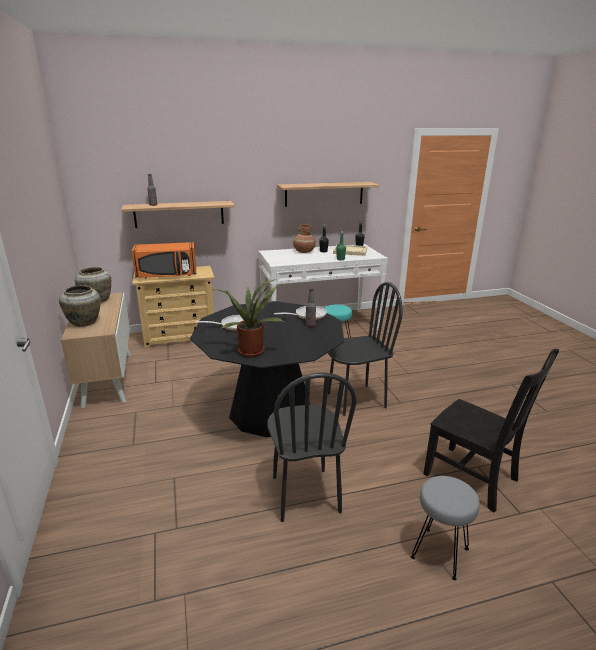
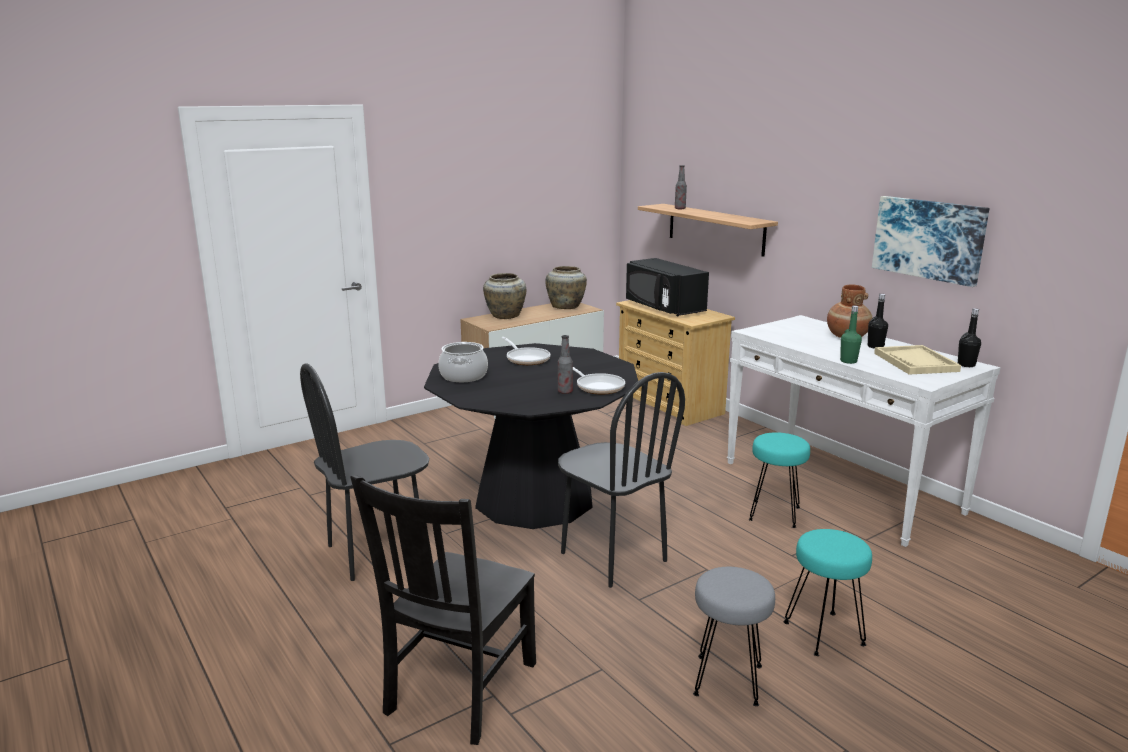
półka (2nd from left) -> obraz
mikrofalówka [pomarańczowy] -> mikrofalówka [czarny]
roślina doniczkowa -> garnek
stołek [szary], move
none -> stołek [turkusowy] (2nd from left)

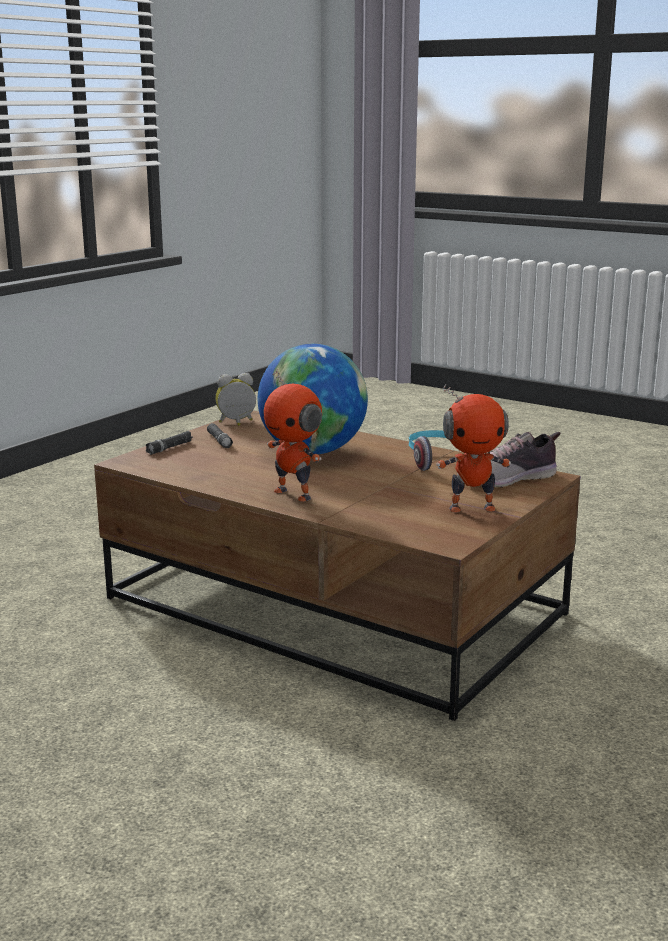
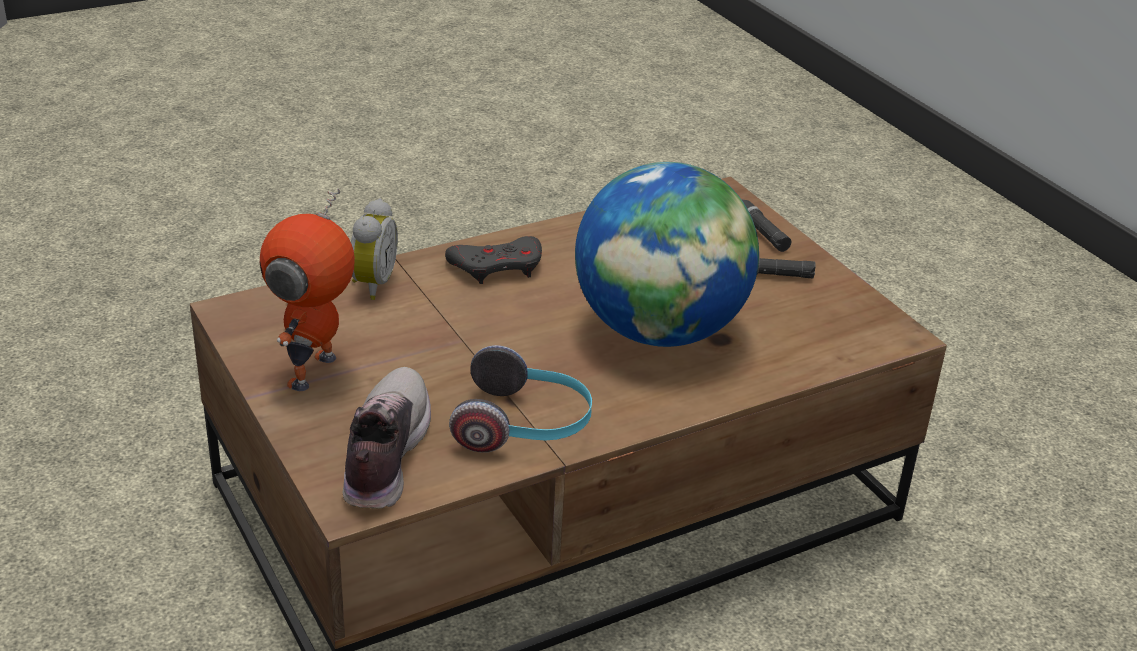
robot zabawkowy (1st from left) -> pad do gier [szary]
budzik, move

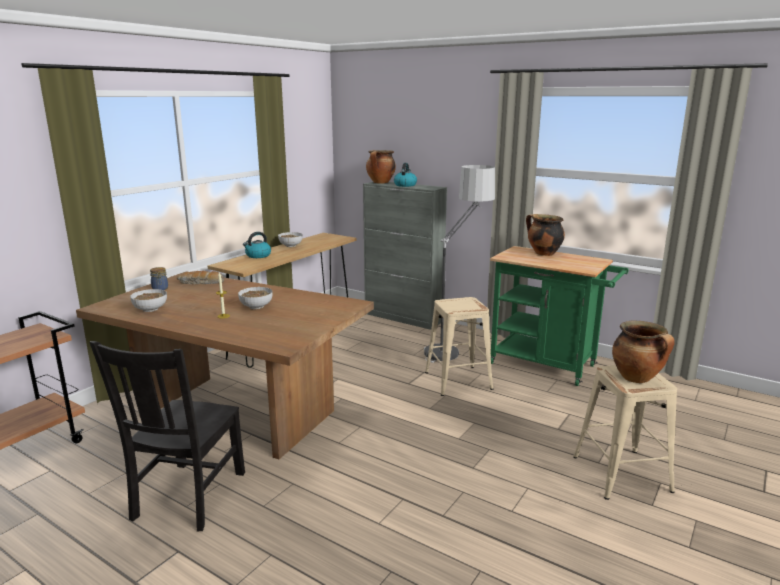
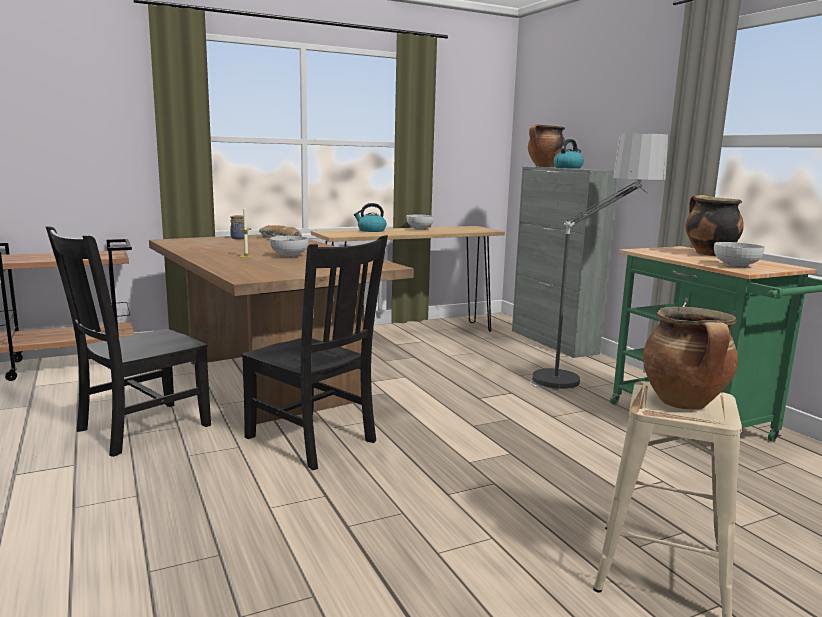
miska (1st from left in the first image) -> miska (3rd from left), move
stołek [beżowy] (1st from left) -> none
none -> krzesło [czarny] (2nd from left)

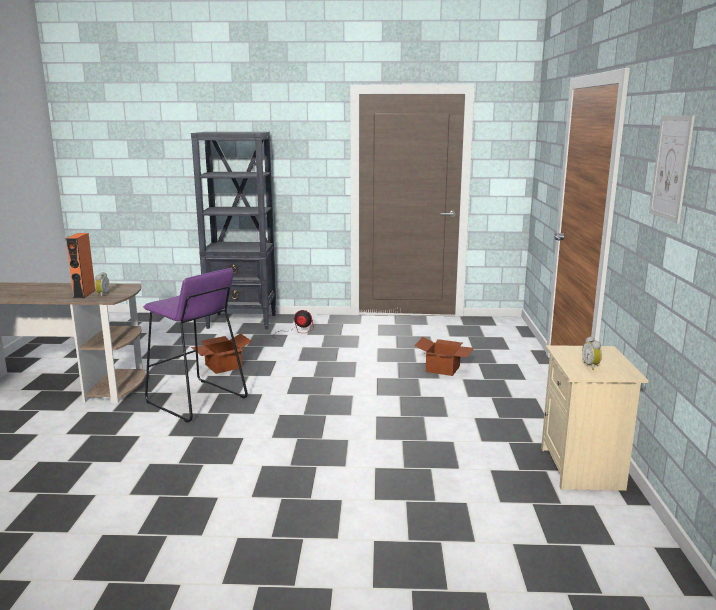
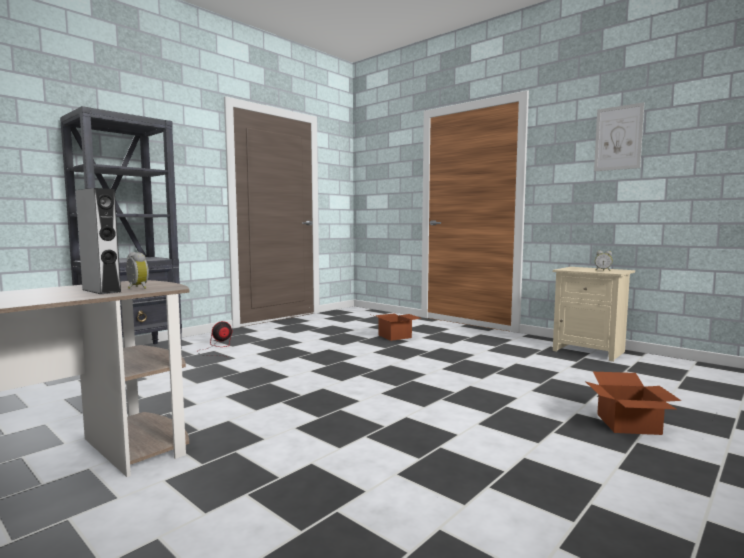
głośnik [pomarańczowy] -> głośnik [szary]
stołek [fioletowy] -> none
karton (1st from left in the first image) -> karton (2nd from left), move

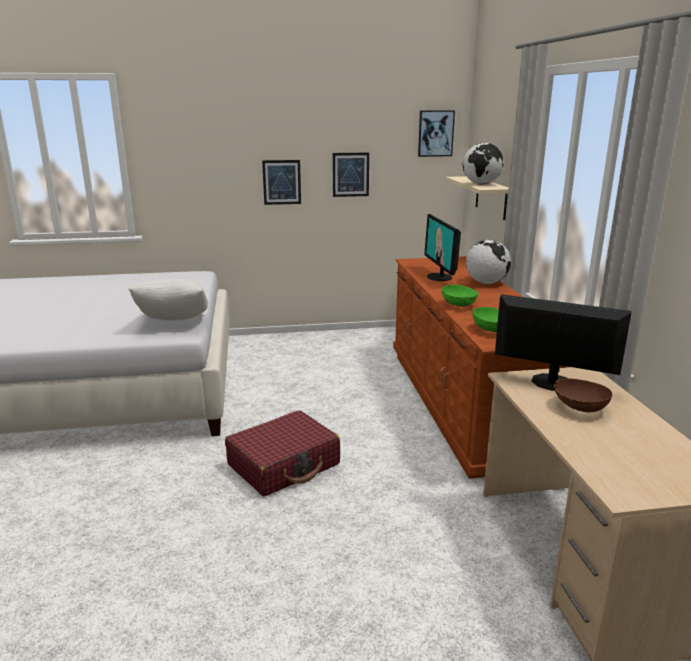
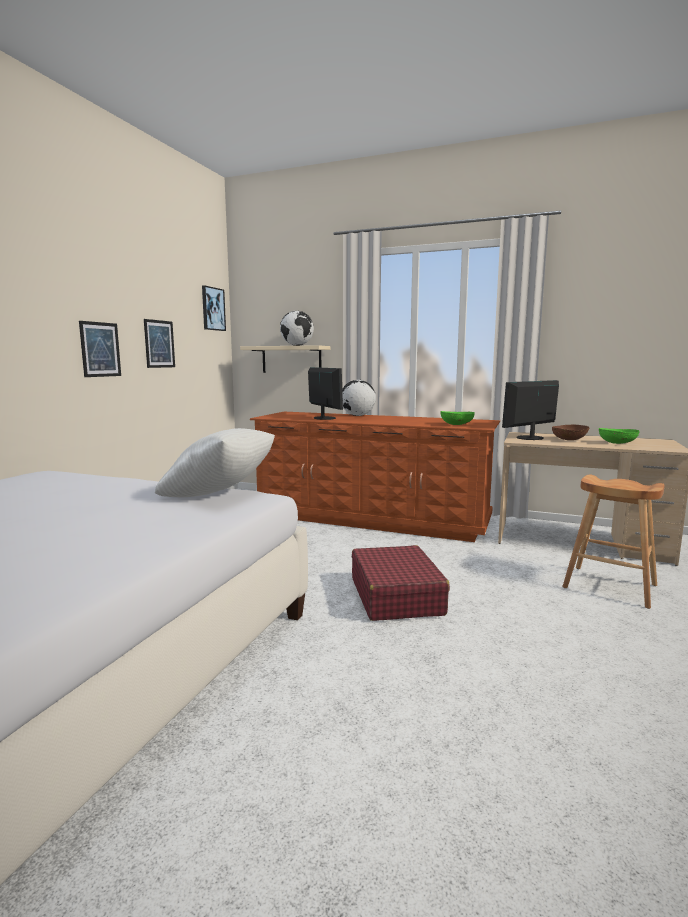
monitor (1st from left), 135 degrees counterclockwise
miska [zielony] (1st from left in the first image) -> miska [zielony] (2nd from left), move
none -> stołek [brązowy]

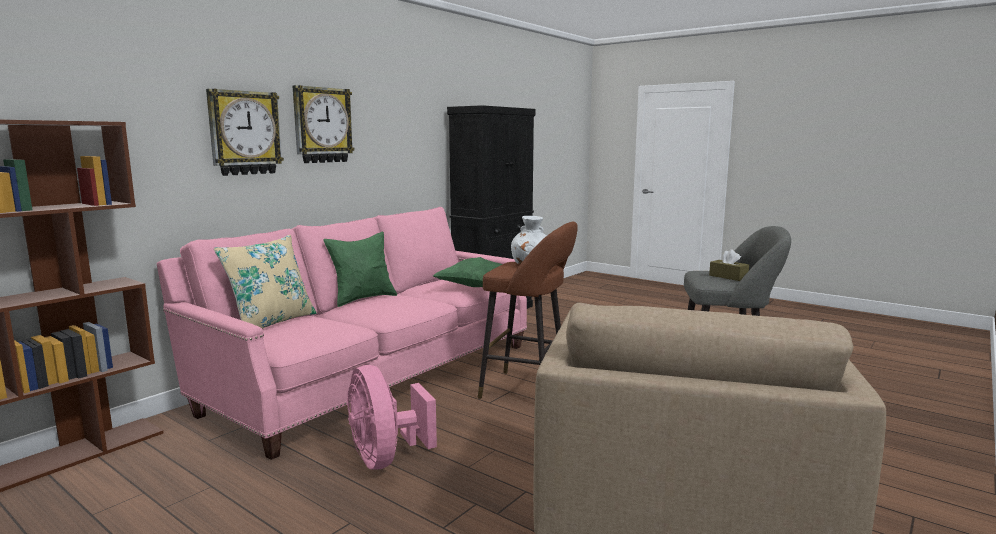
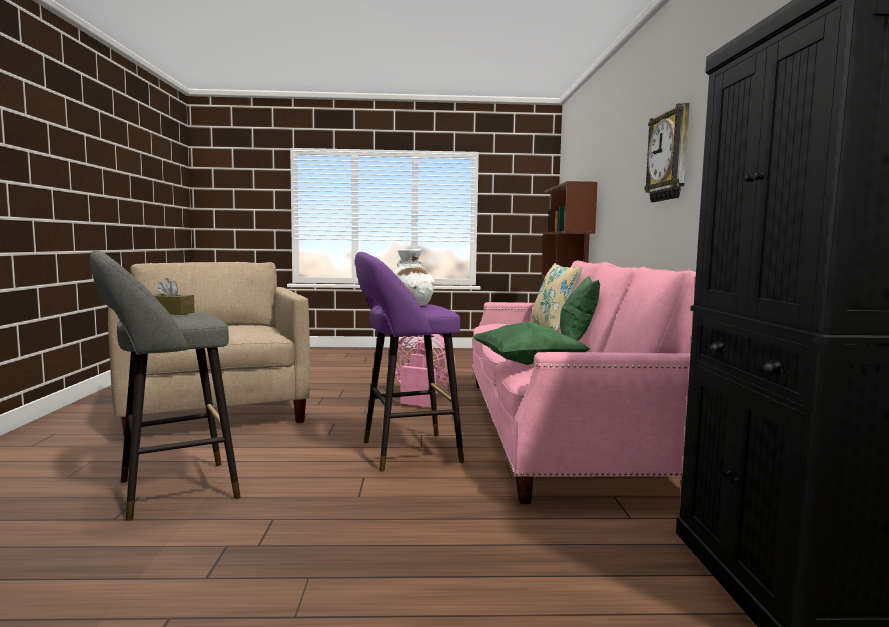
zegar ścienny (1st from left) -> none
stołek [brązowy] -> stołek [fioletowy]

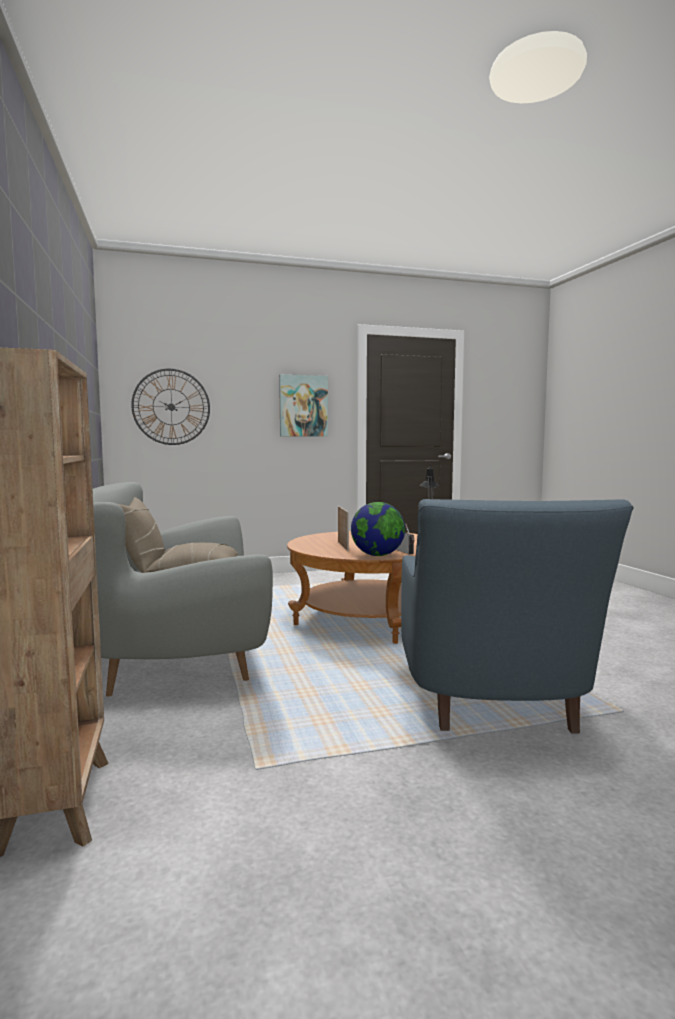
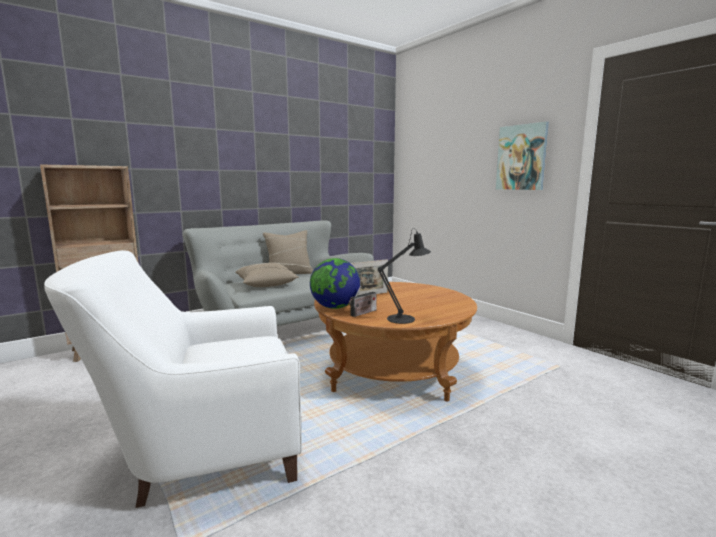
zegar ścienny -> none
fotel [niebieski] -> fotel [biały]

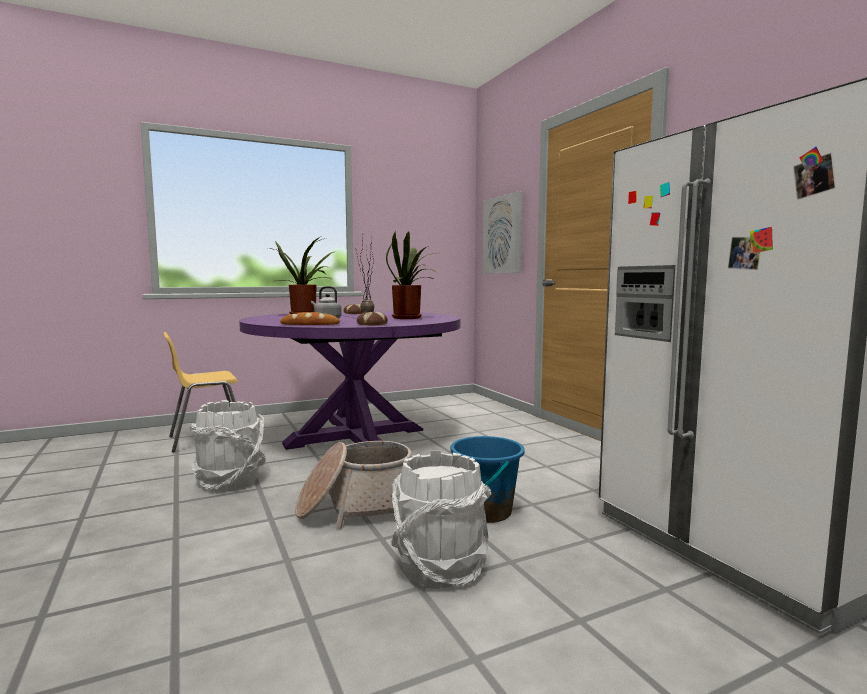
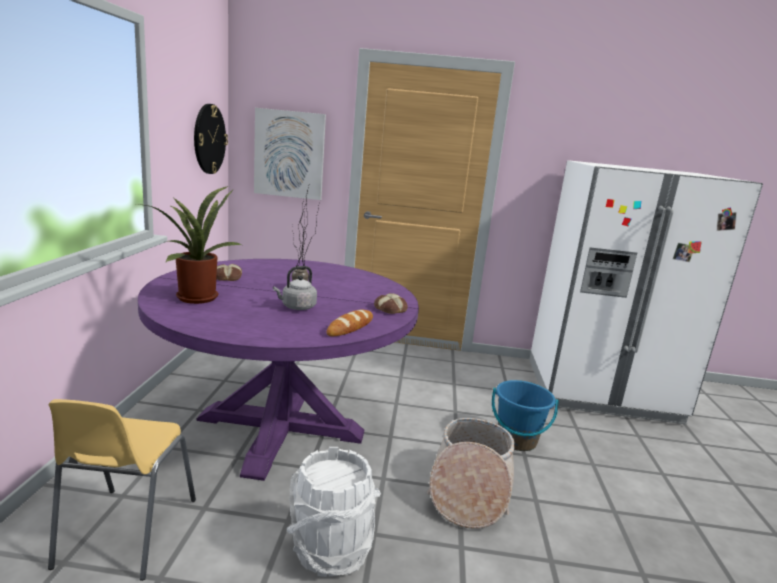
roślina doniczkowa (3rd from left) -> none
wiadro [biały] (2nd from left) -> none
none -> zegar ścienny

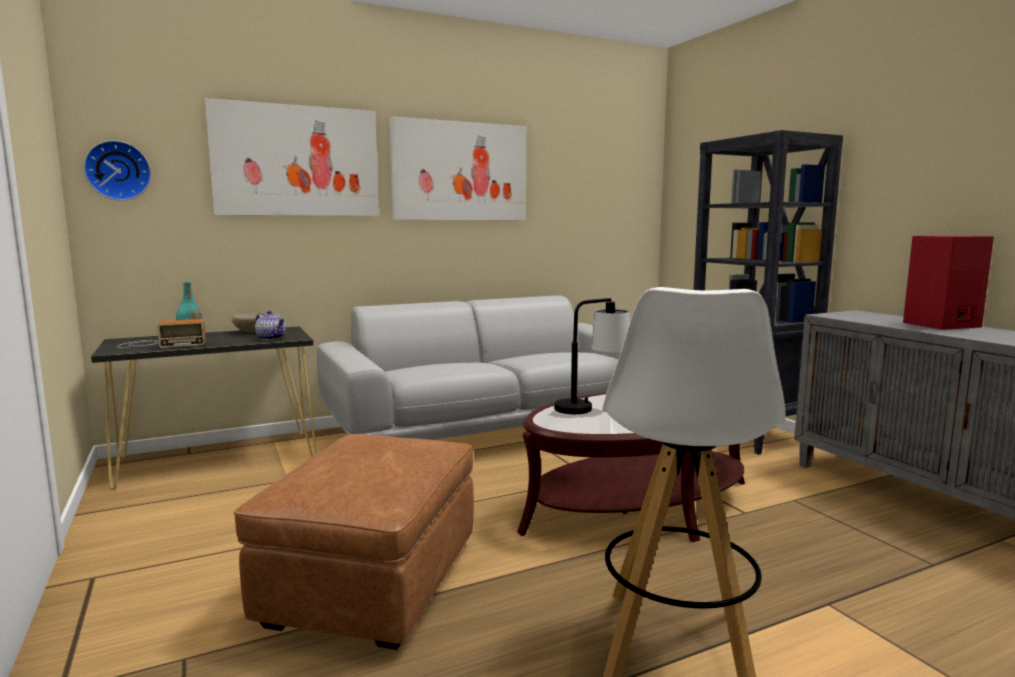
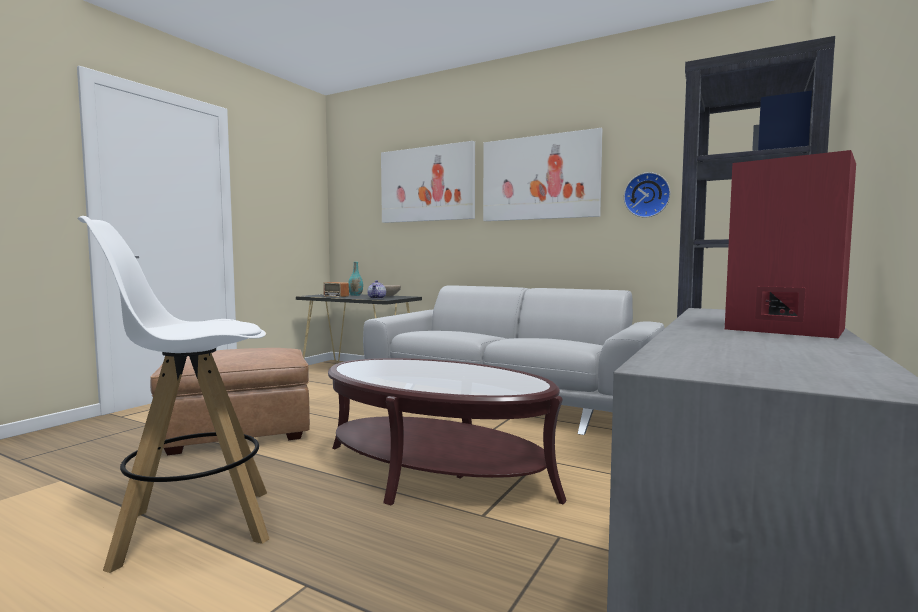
zegar ścienny, move
lampa stołowa -> none

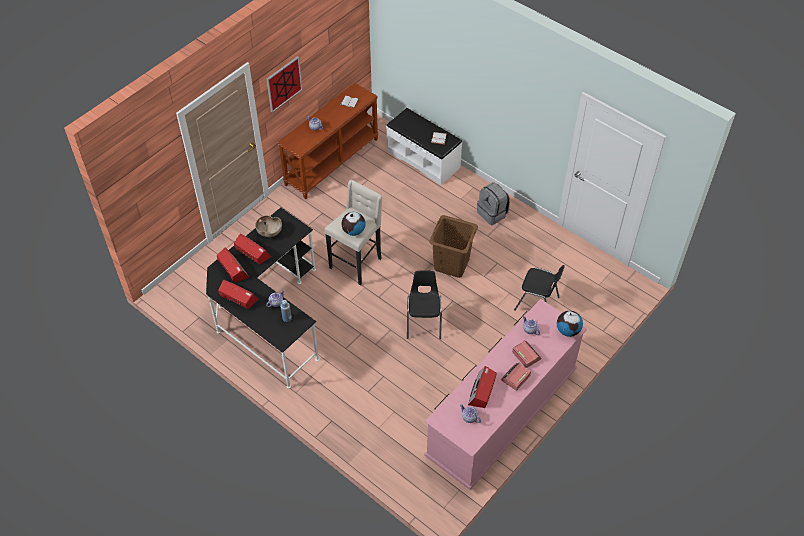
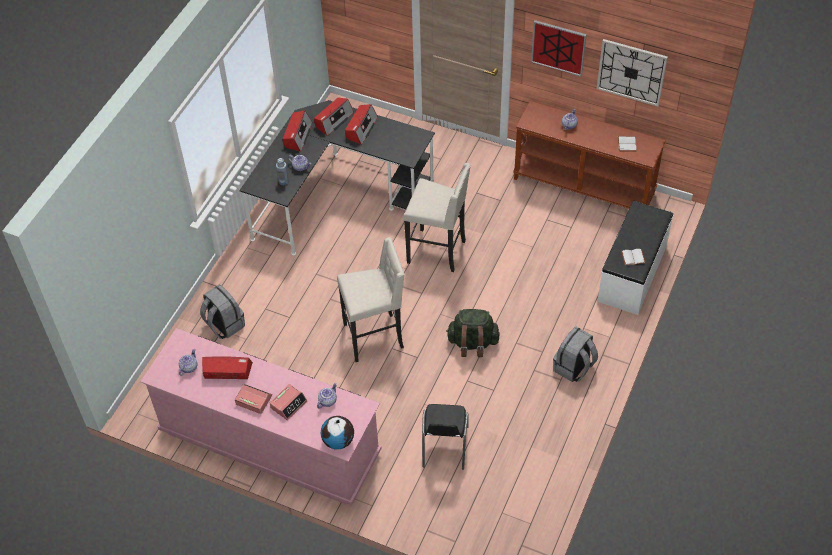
globus (1st from left) -> none
miska [brązowy] -> none
kosz na pranie [brązowy] -> plecak [zielony]
krzesło [czarny] (1st from left) -> stołek [beżowy] (1st from left)
none -> zegar ścienny
none -> plecak [szary] (1st from left)

